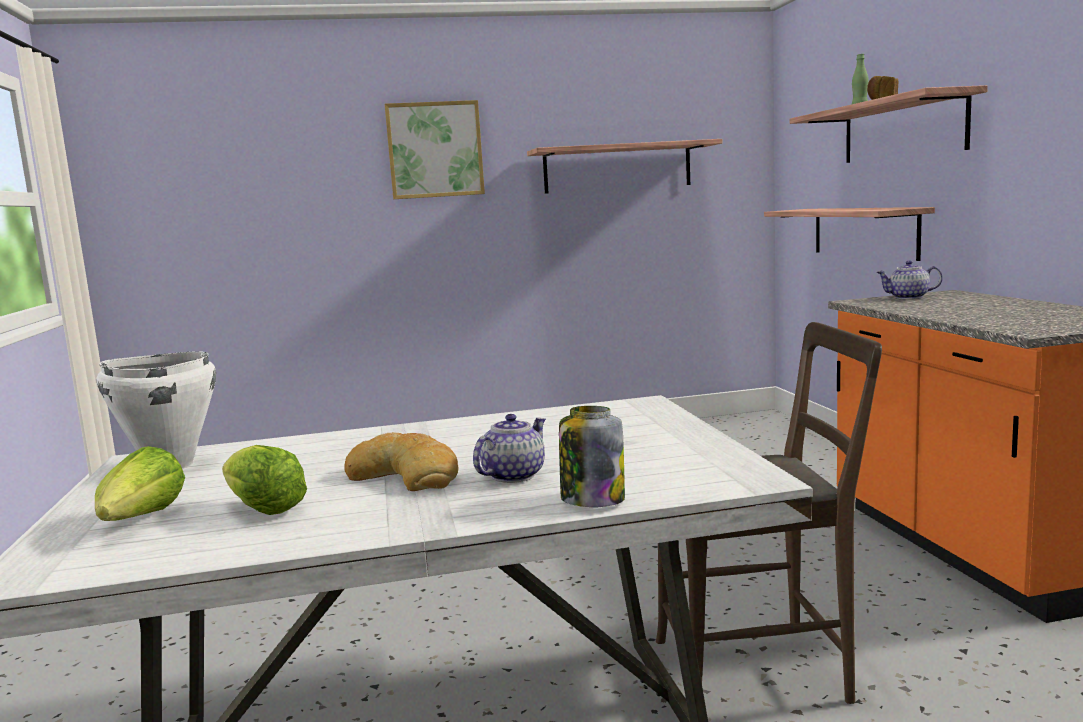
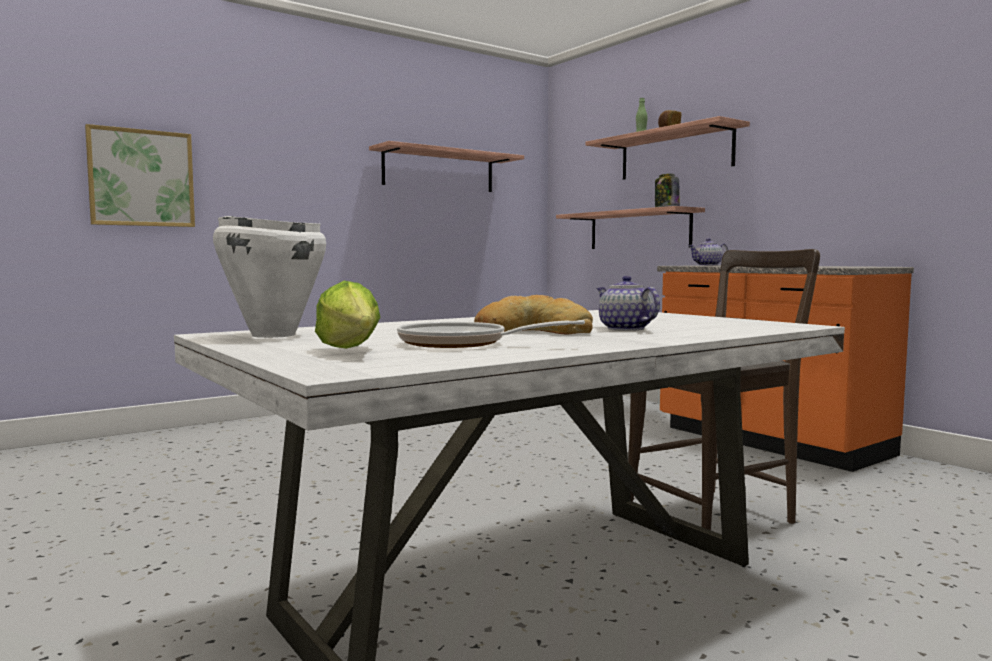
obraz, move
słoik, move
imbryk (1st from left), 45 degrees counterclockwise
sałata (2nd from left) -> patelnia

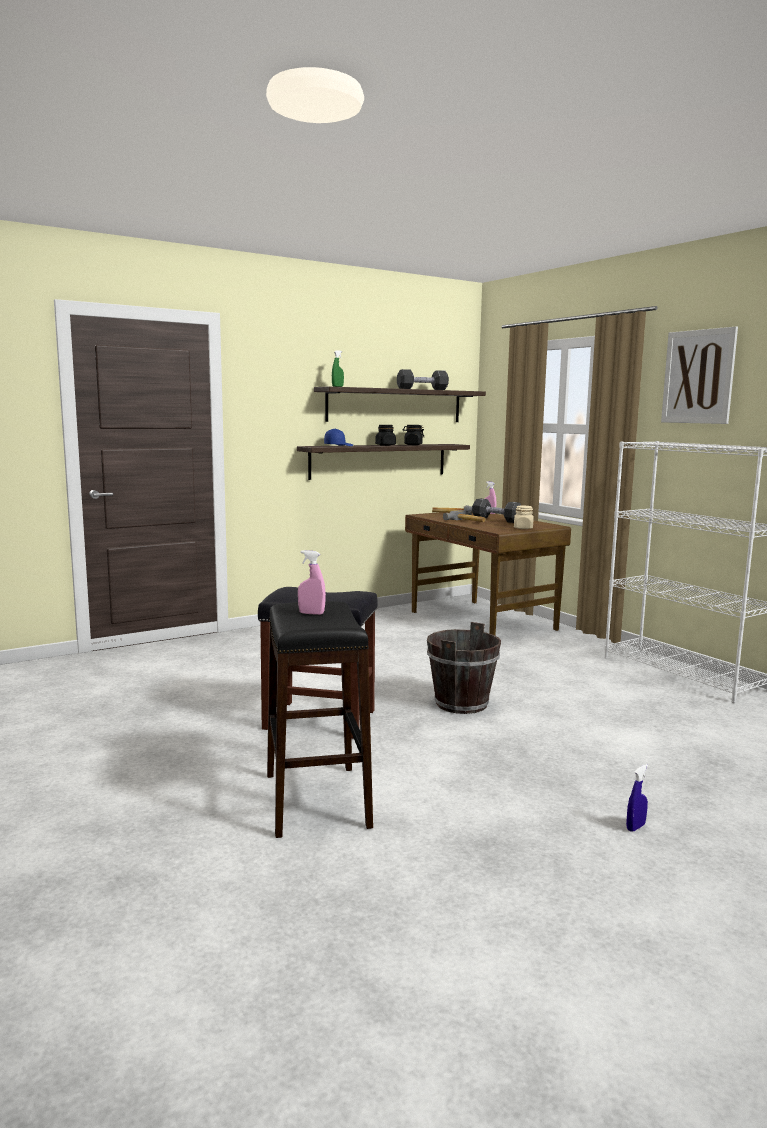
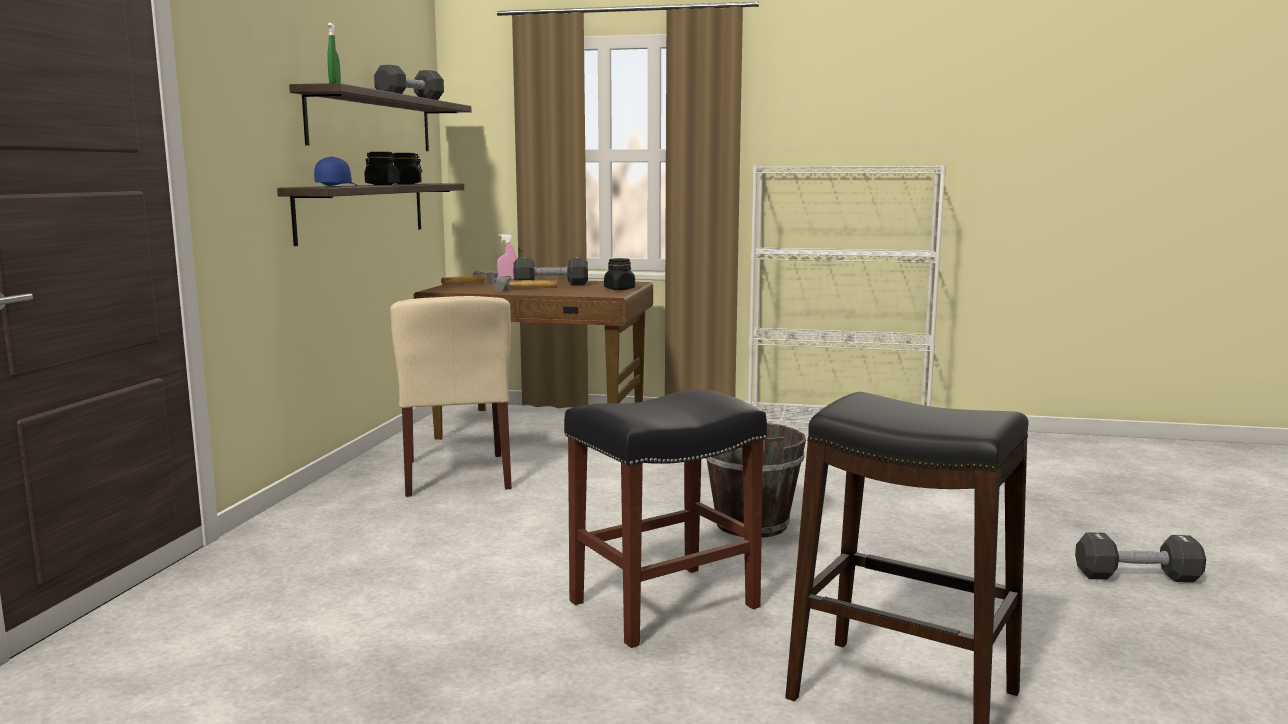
obraz -> none
słoik [beżowy] -> słoik [czarny] (3rd from left)
spryskiwacz [różowy] (1st from left) -> none
spryskiwacz [niebieski] -> hantel [czarny] (3rd from left)
none -> krzesło [beżowy]

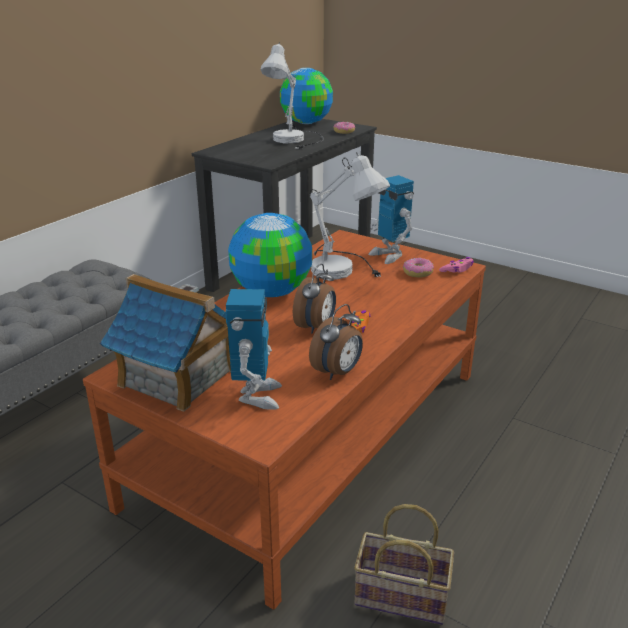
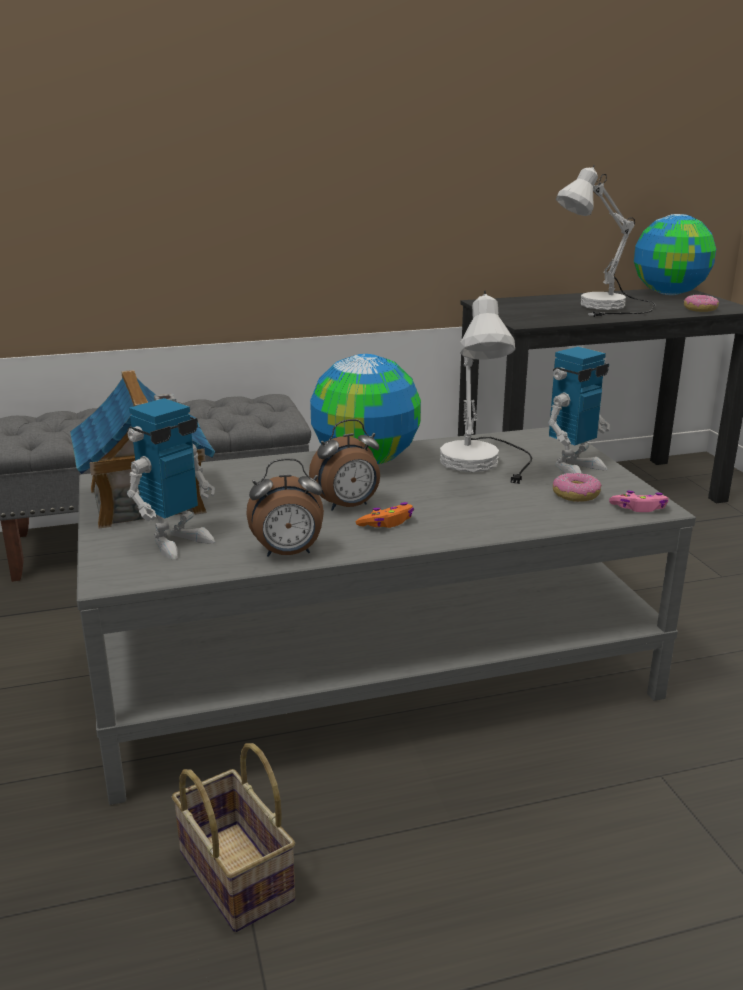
robot zabawkowy (2nd from left), 135 degrees counterclockwise
ława [brązowy] -> ława [szary]

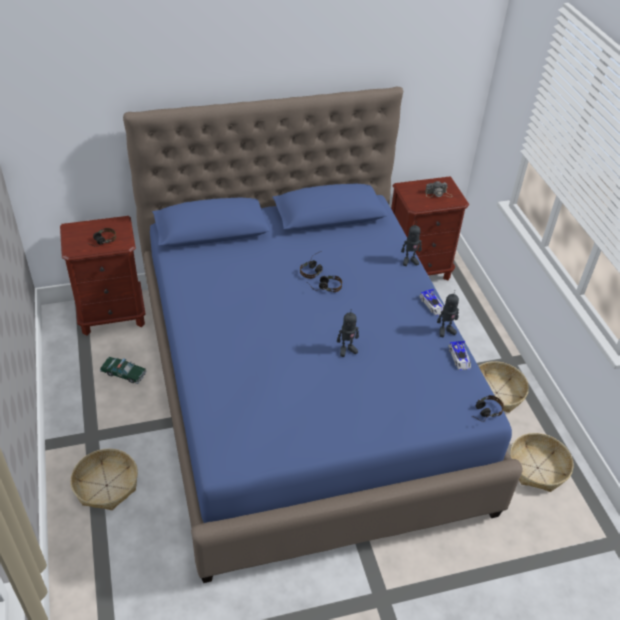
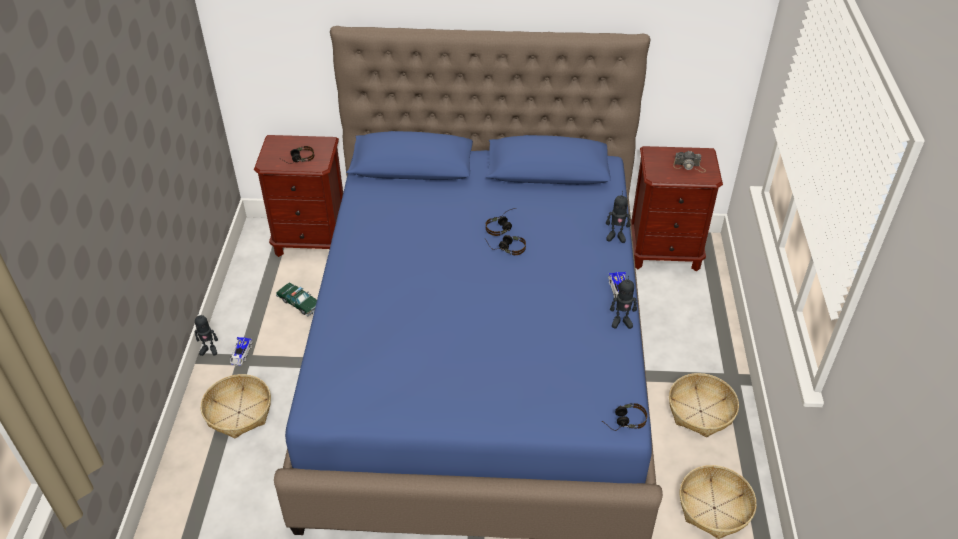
robot zabawkowy (1st from left), move
samochodzik (3rd from left in the first image) -> samochodzik (1st from left), move

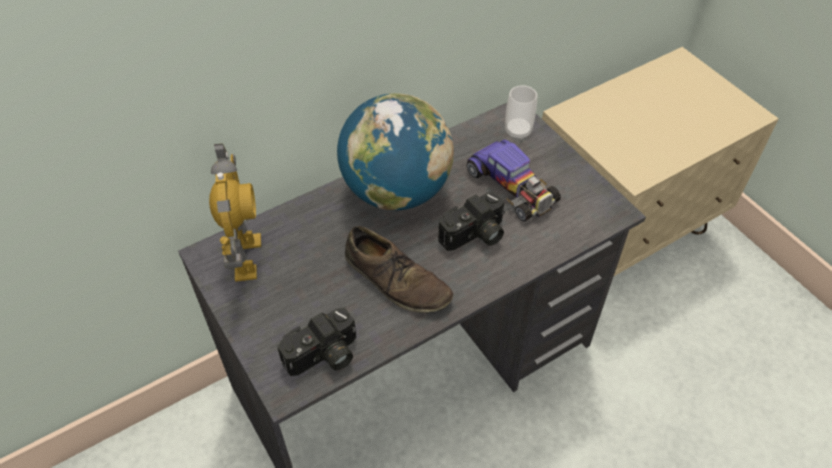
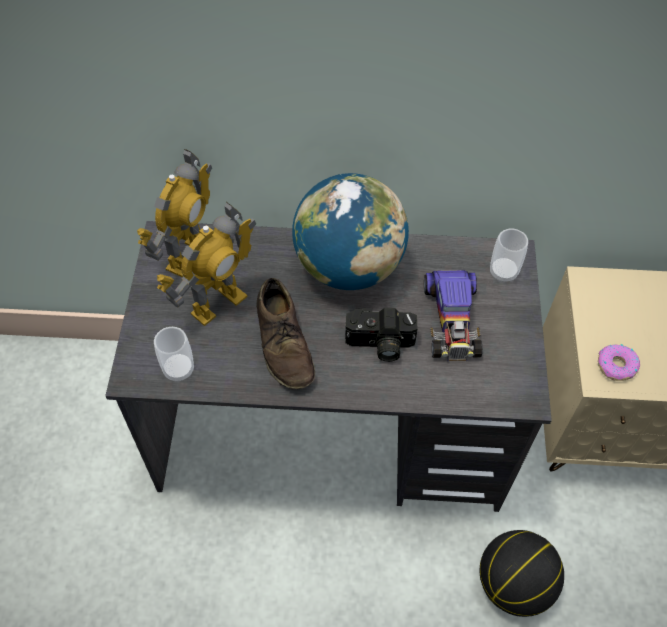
aparat fotograficzny (1st from left) -> filiżanka (1st from left)
none -> robot zabawkowy (2nd from left)
none -> donut
none -> piłka do koszykówki

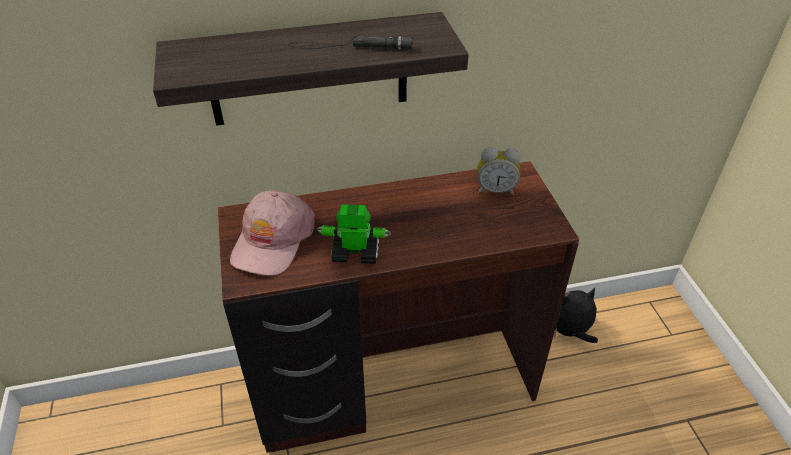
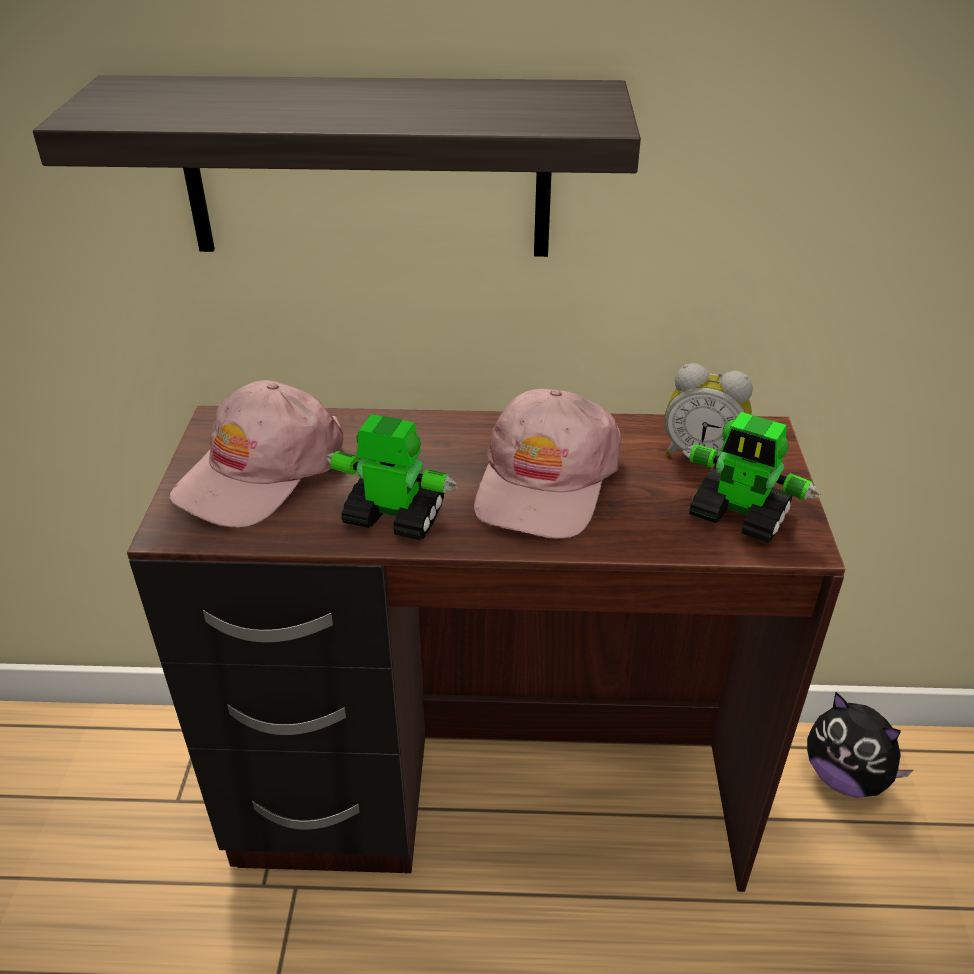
latarka [czarny] -> none
pluszak, 135 degrees counterclockwise
none -> czapka z daszkiem [różowy] (2nd from left)
none -> robot zabawkowy (2nd from left)

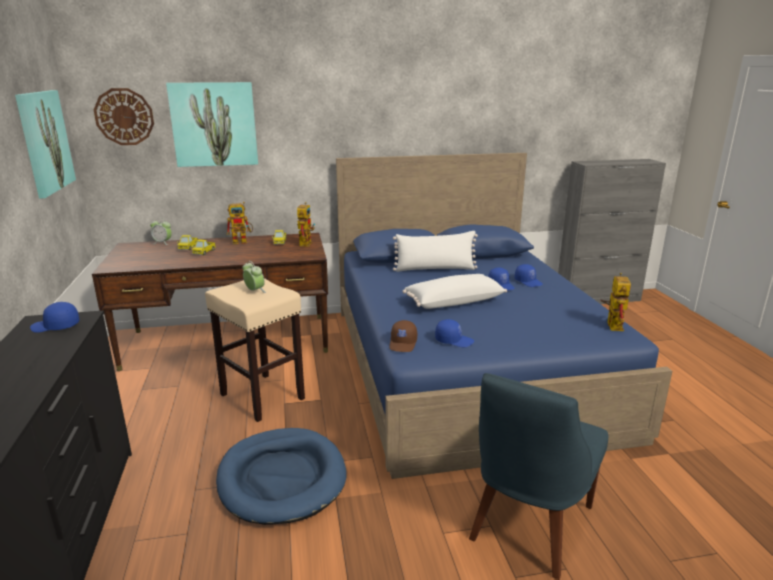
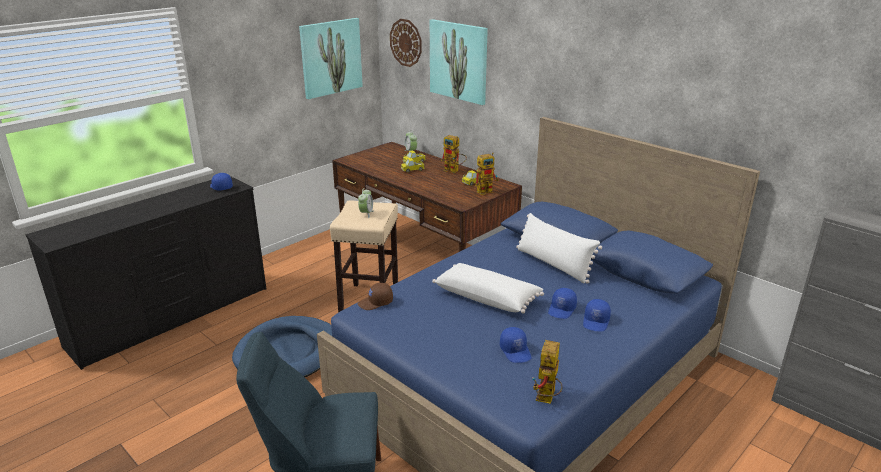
robot zabawkowy (3rd from left), 135 degrees clockwise
czapka z daszkiem [niebieski] (2nd from left), move

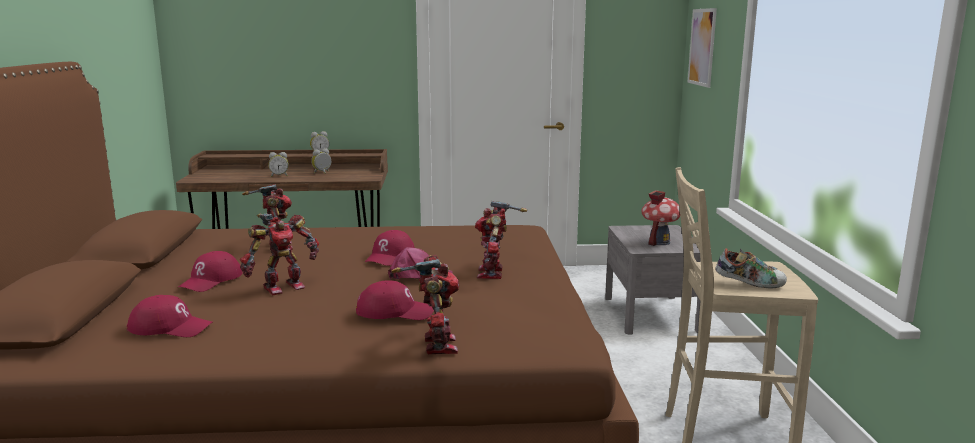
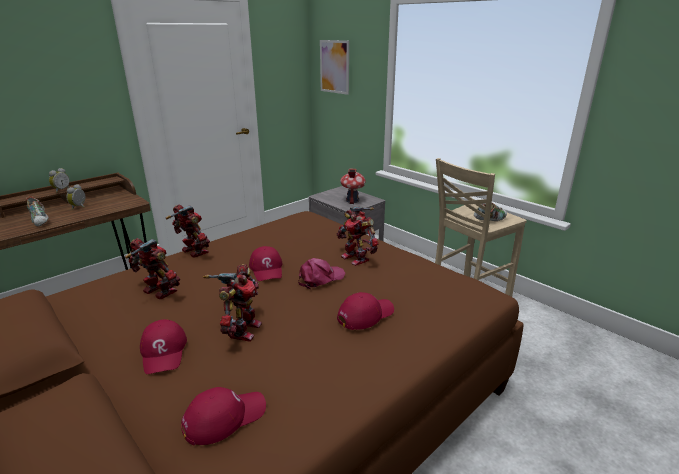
budzik (1st from left) -> but (1st from left)
robot zabawkowy (3rd from left in the first image) -> robot zabawkowy (2nd from left), move

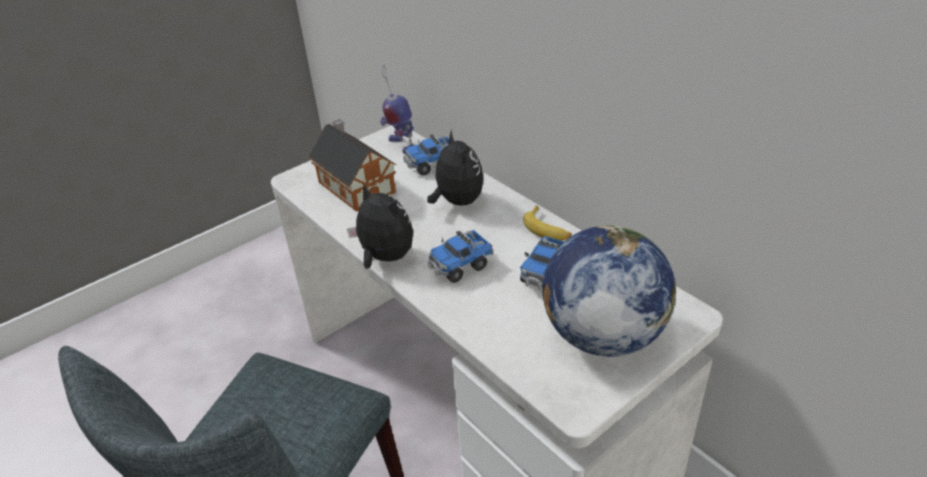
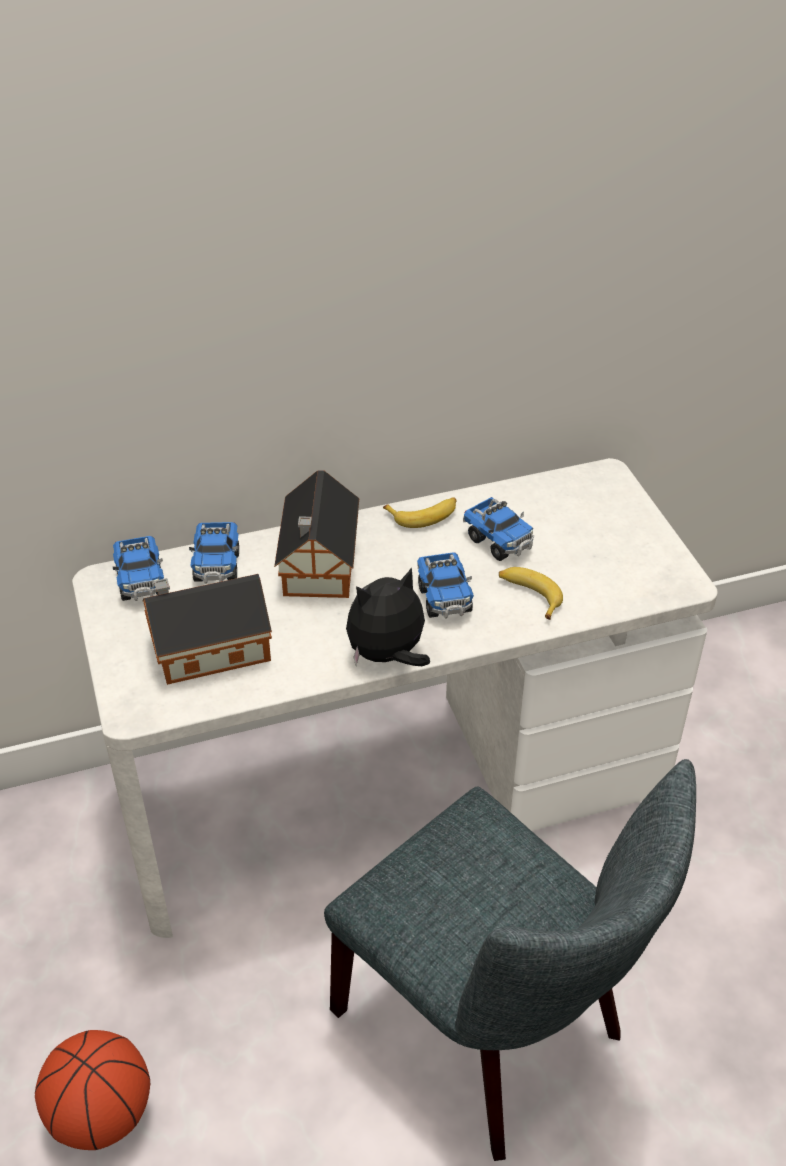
robot zabawkowy -> ciężarówka zabawkowa (1st from left)
pluszak (2nd from left) -> domek (2nd from left)
globus -> none
none -> banan (2nd from left)
none -> piłka do koszykówki

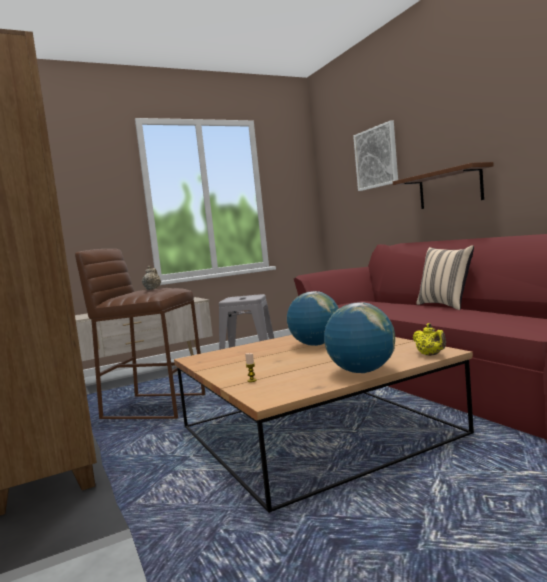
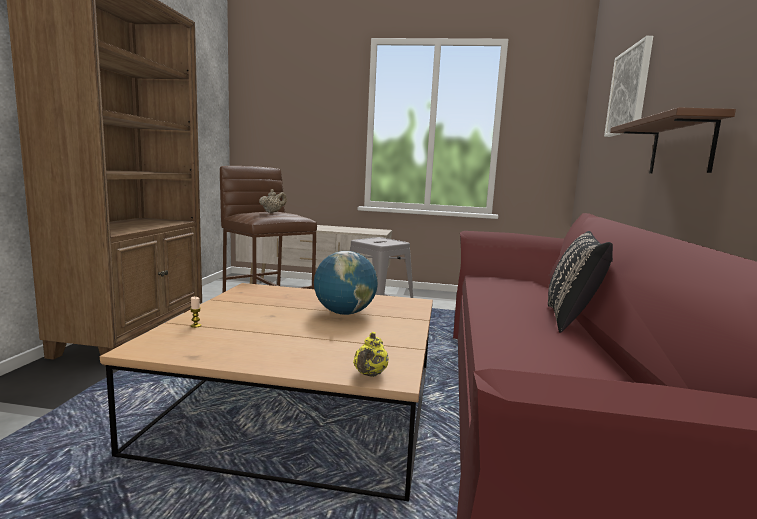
poduszka [beżowy] -> poduszka [czarny]
globus (2nd from left) -> none

